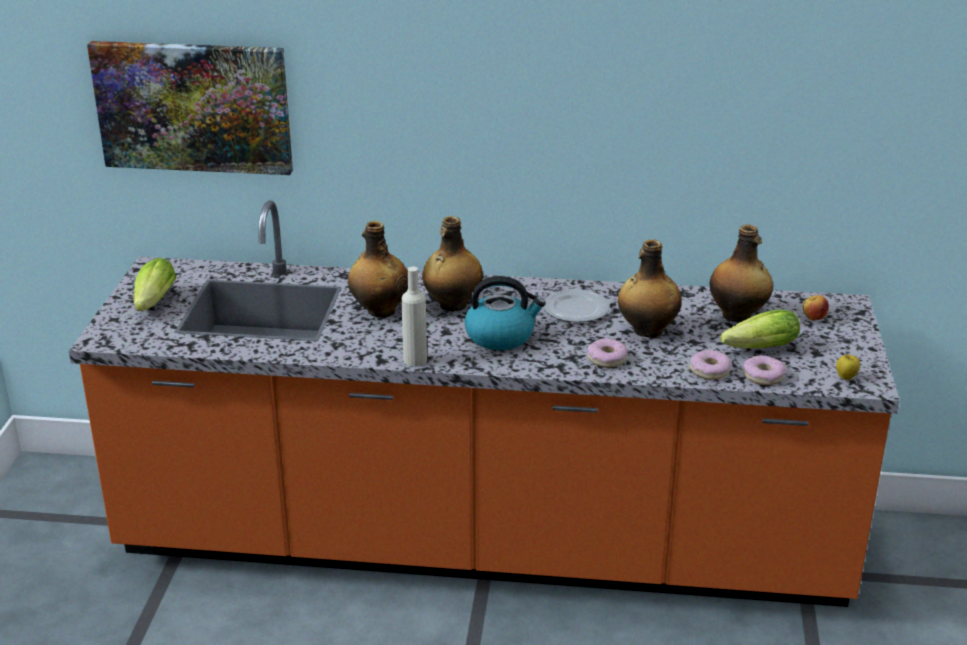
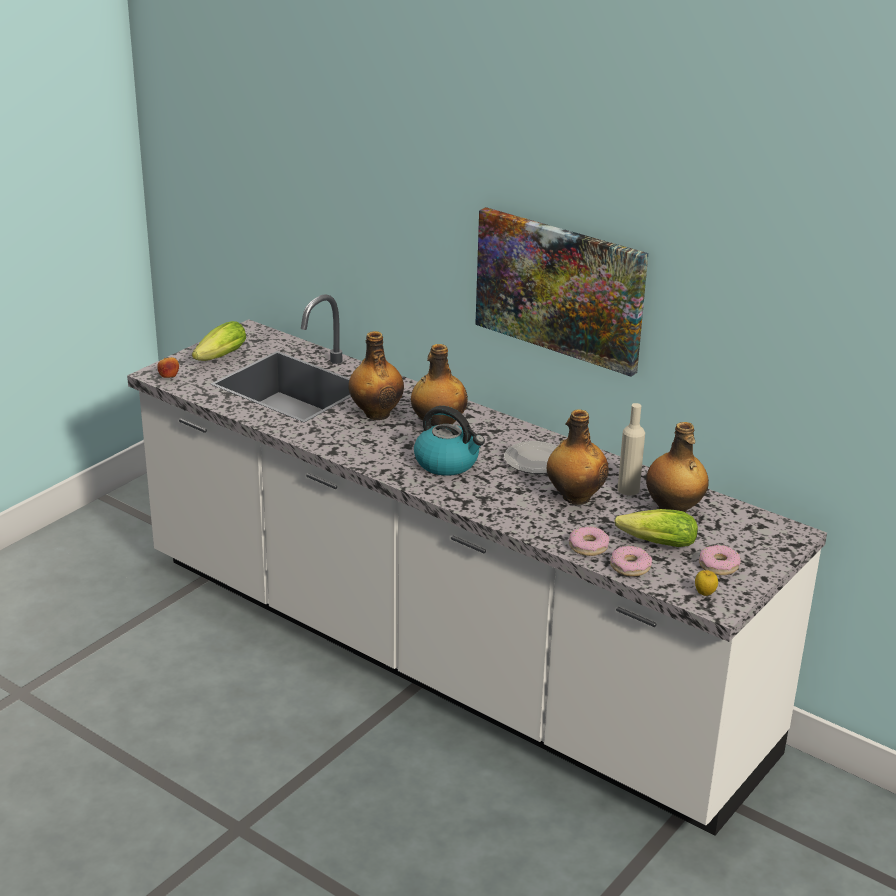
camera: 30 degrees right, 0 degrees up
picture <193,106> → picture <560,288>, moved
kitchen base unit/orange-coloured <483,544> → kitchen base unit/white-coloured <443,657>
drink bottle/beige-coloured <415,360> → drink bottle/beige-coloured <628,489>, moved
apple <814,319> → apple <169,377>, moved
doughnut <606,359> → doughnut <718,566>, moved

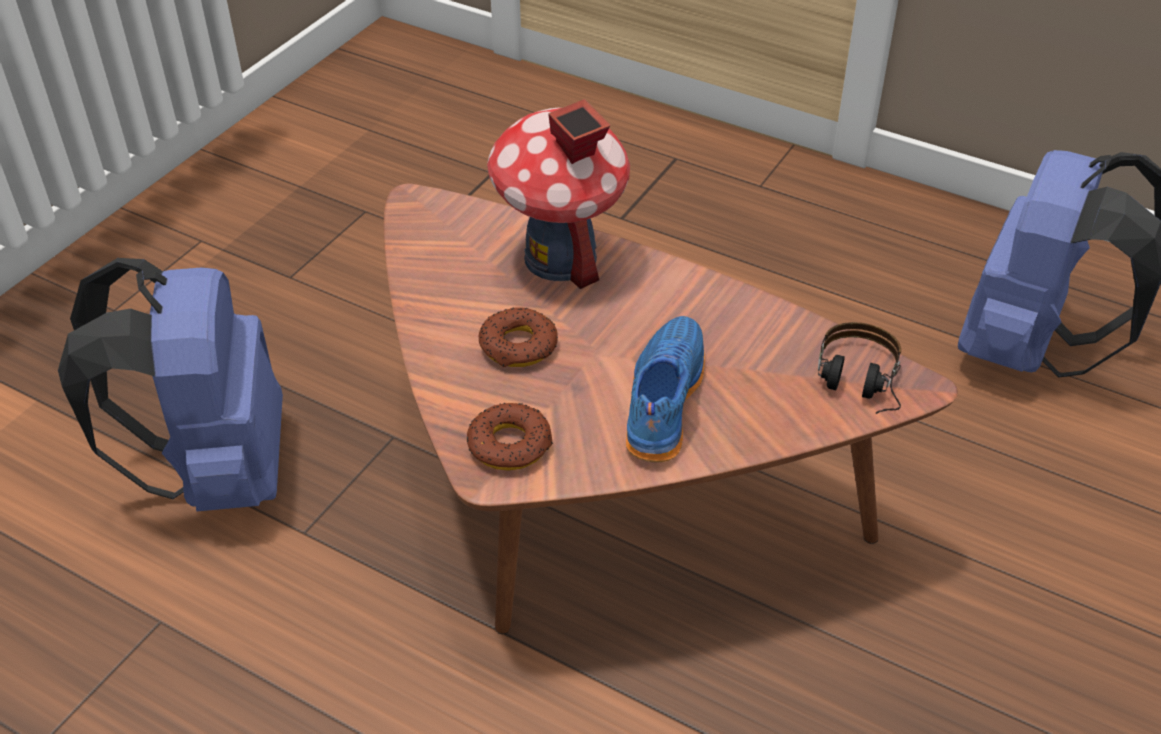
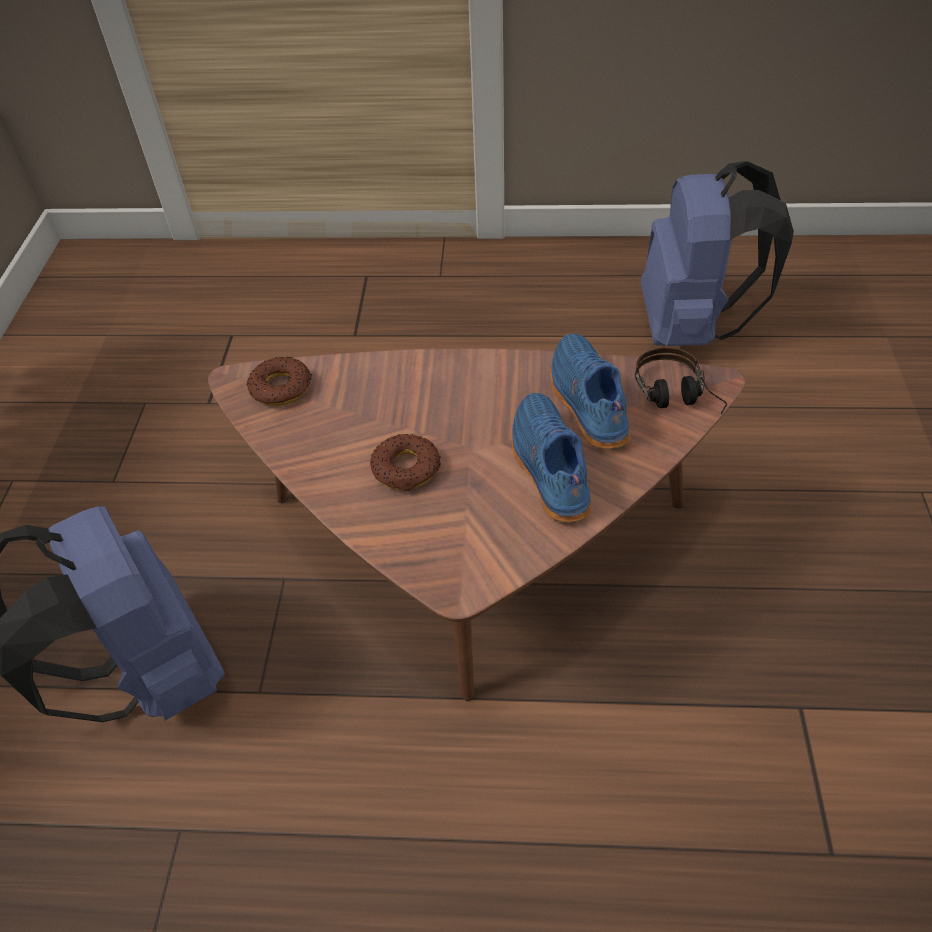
camera: 25 degrees left, 5 degrees up
miniature house <560,258> → -
doughnut <510,444> → doughnut <281,387>, moved
- → low shoe/blue-coloured <586,402>

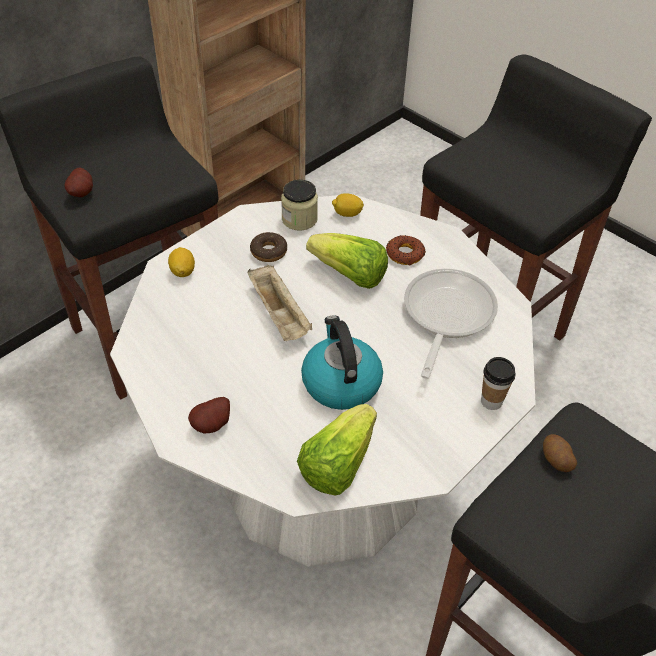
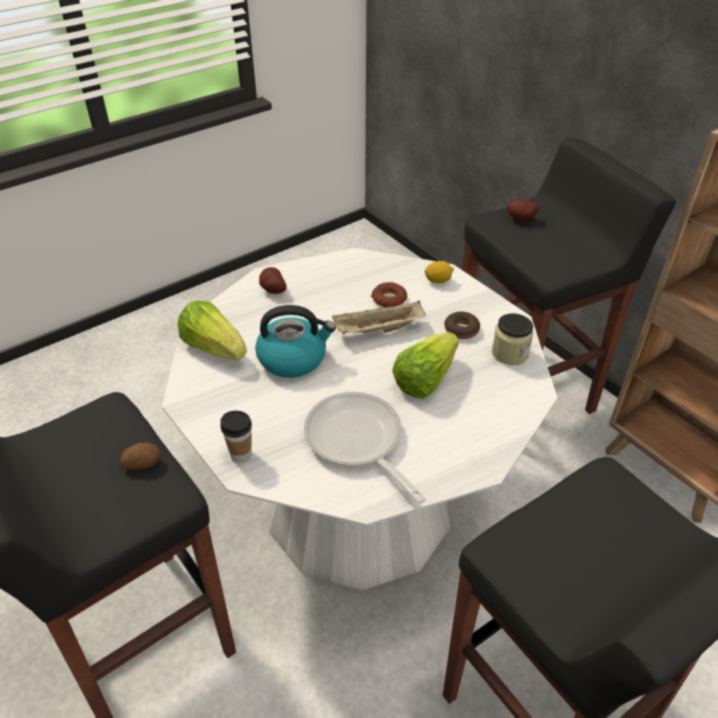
camera: 100 degrees right, 5 degrees down
lemon <347,214> → -
doughnut <405,254> → doughnut <389,299>, moved
skillet <445,316> → skillet <357,442>, 150 degrees counterclockwise

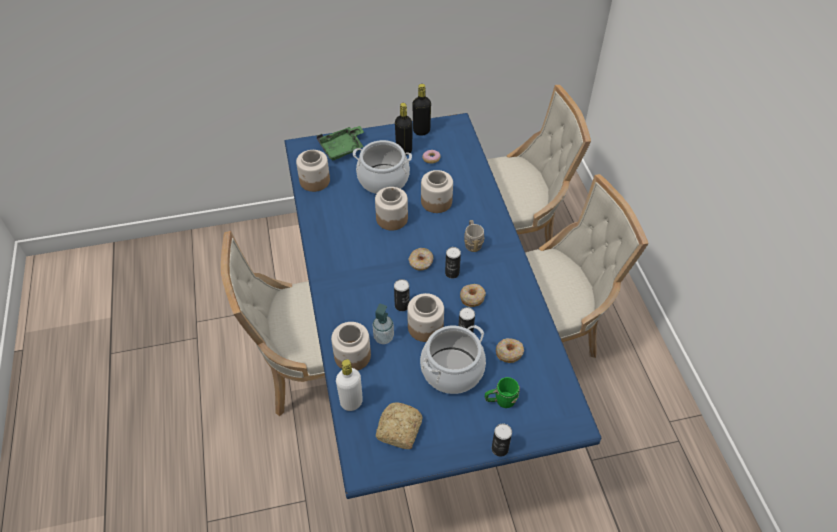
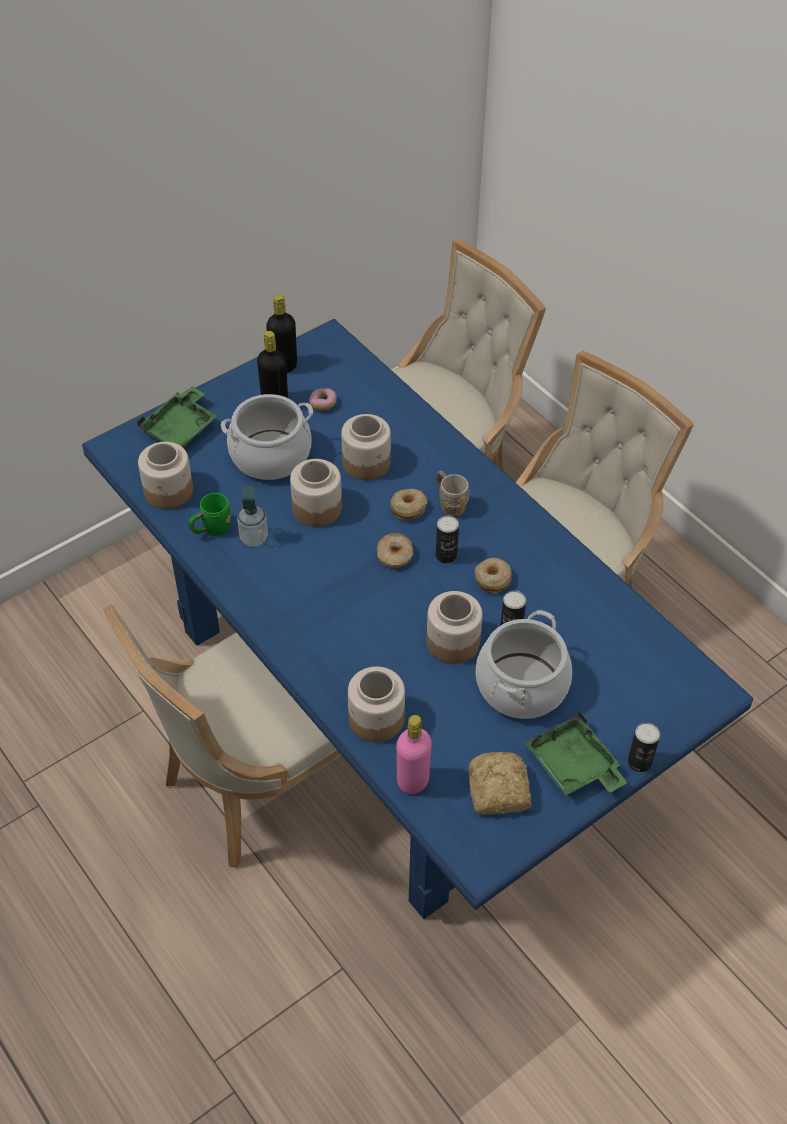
camera: 25 degrees left, 0 degrees up
metal can <402,305> → -
soap dispenser <383,337> → soap dispenser <254,538>, moved
doughnut <509,353> → doughnut <408,508>, moved
drink bottle/white-coloured <351,402> → drink bottle/pink <412,781>
tea mug/greenish <500,401> → tea mug/greenish <211,529>, moved
- → carrying tray/greenish <573,766>

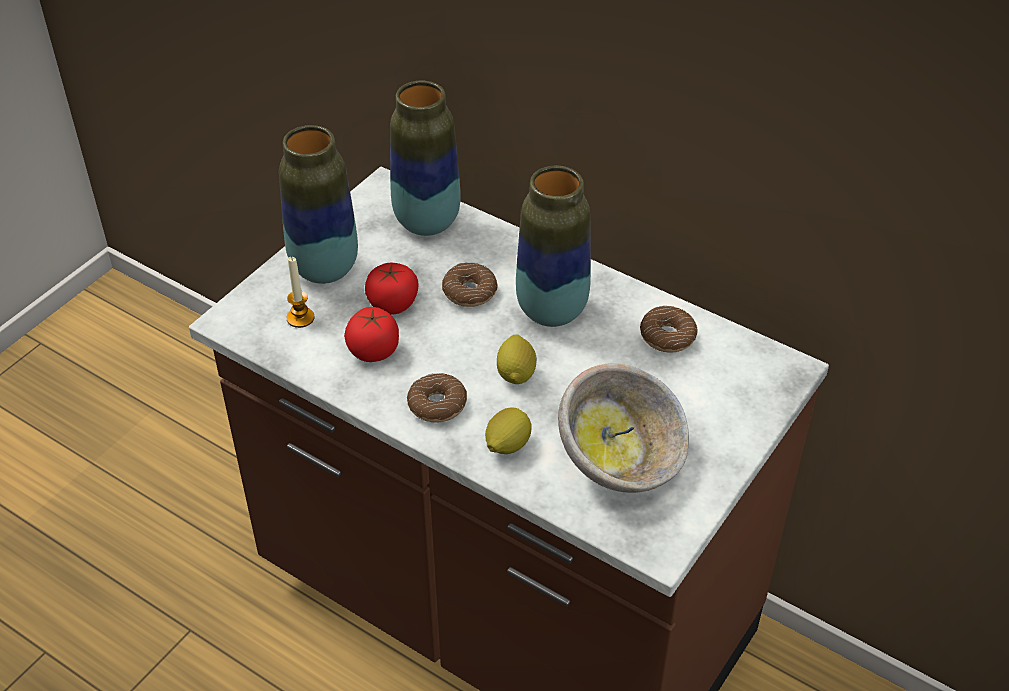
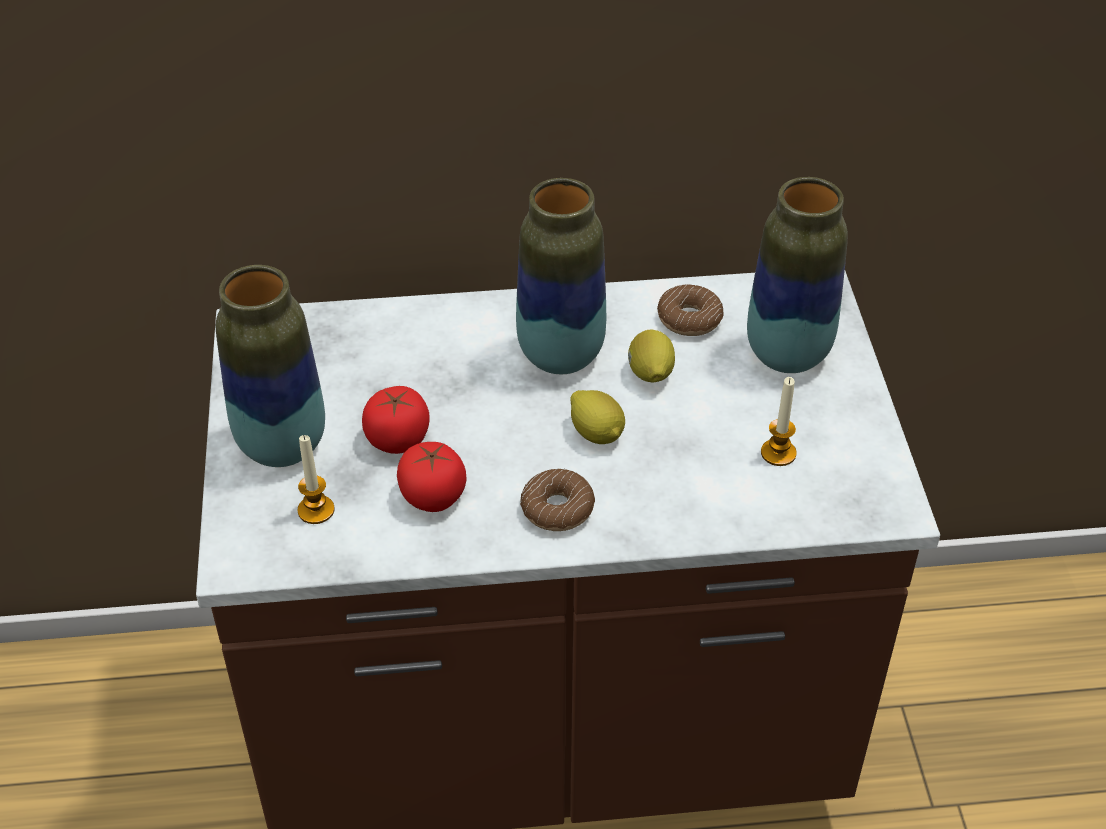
camera: 40 degrees left, 0 degrees up
decorative vase <427,222> → decorative vase <787,354>, moved
doughnut <469,292> → -
serving bowl <621,460> → wax light <778,453>
lemon <507,445> → lemon <650,374>, moved

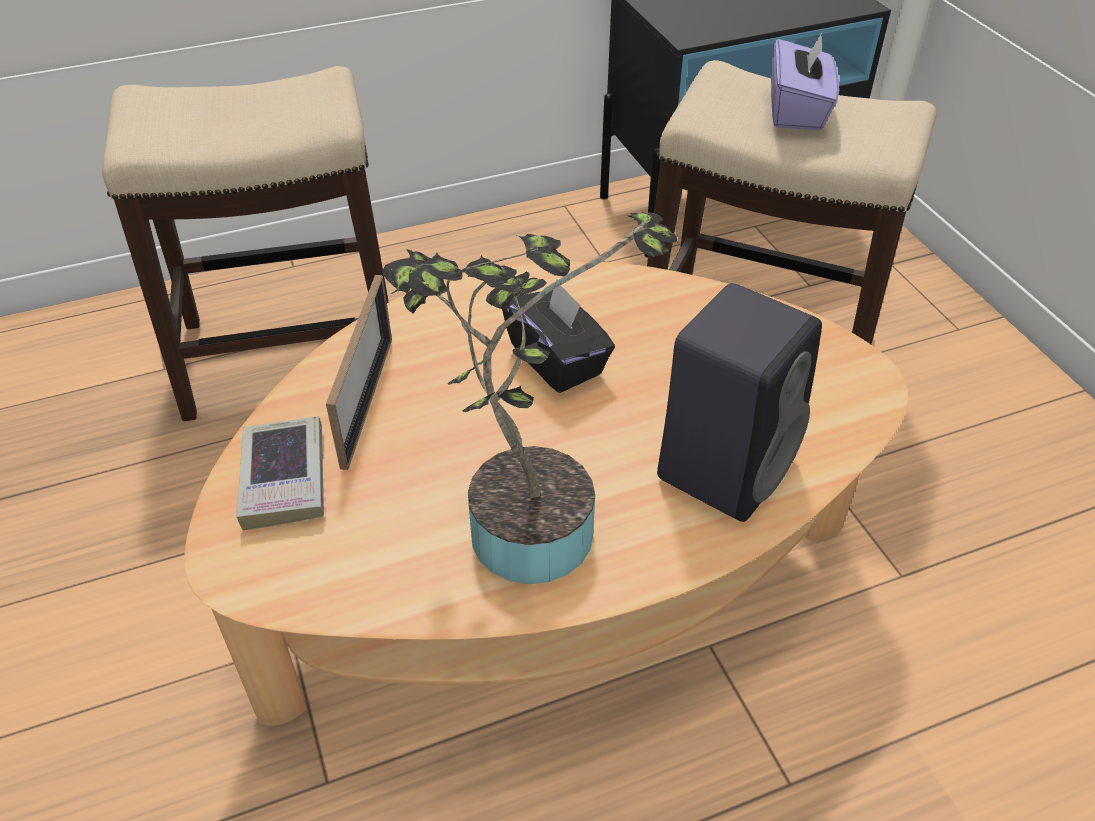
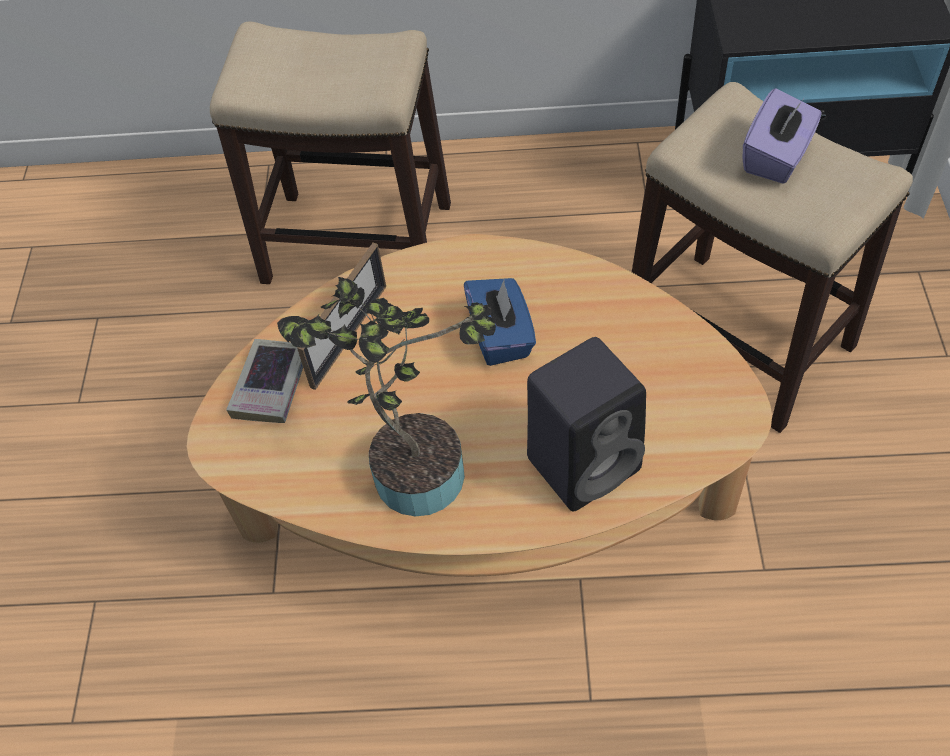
camera: 25 degrees right, 10 degrees up
tissue holder/blackish <557,360> → tissue holder/blue-coloured <501,336>

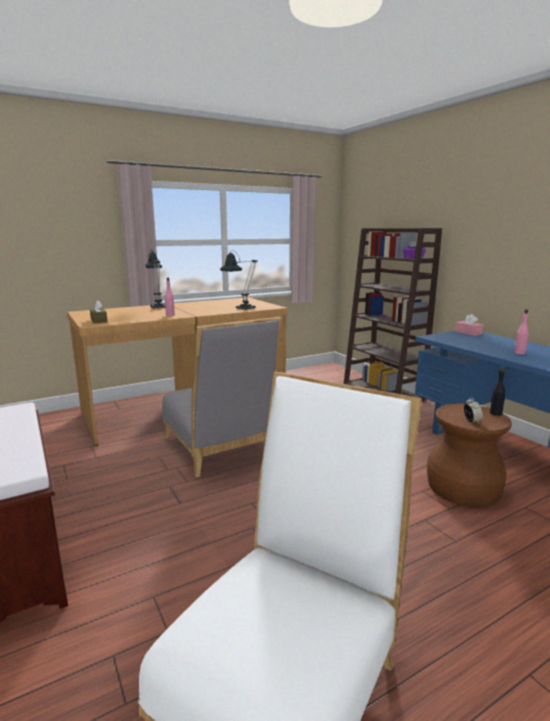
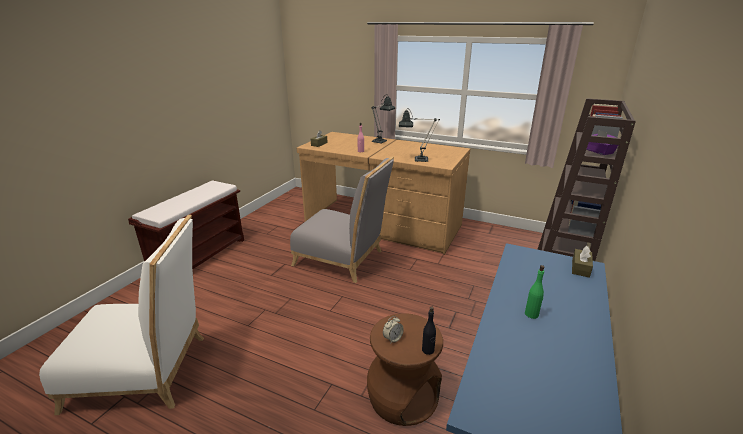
camera: 55 degrees right, 10 degrees up
drink bottle/pink <519,353> → drink bottle/greenish <531,314>
tissue holder/pink <468,333> → tissue holder/brown-coloured <580,268>
plain chair/grey <220,449> → plain chair/grey <343,259>, 90 degrees counterclockwise

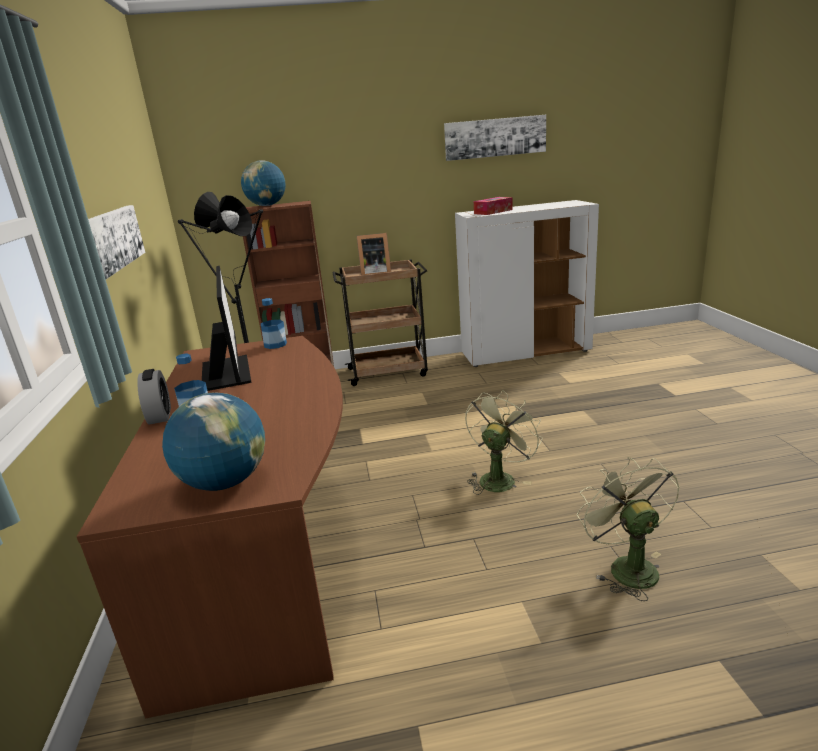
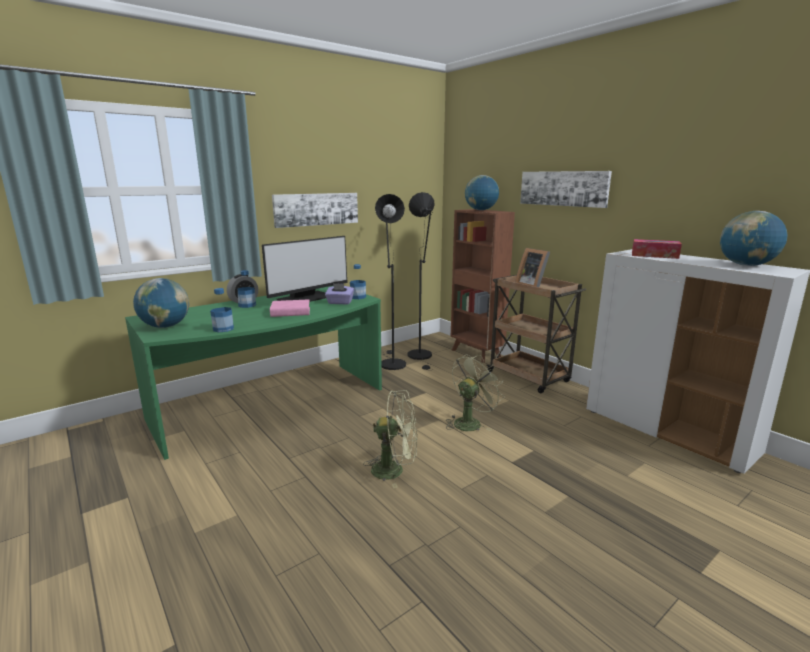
camera: 60 degrees right, 5 degrees down
picture <495,137> → picture <563,188>, moved
desk unit/brown-coloured <269,546> → desk unit/greenish <273,406>
cooling fan/greenish <626,566> → cooling fan/greenish <470,422>, moved
- → world globe <746,265>
- → tissue holder/purple-coloured <340,302>
- → drink bottle <223,329>
- → book/pink <290,312>

